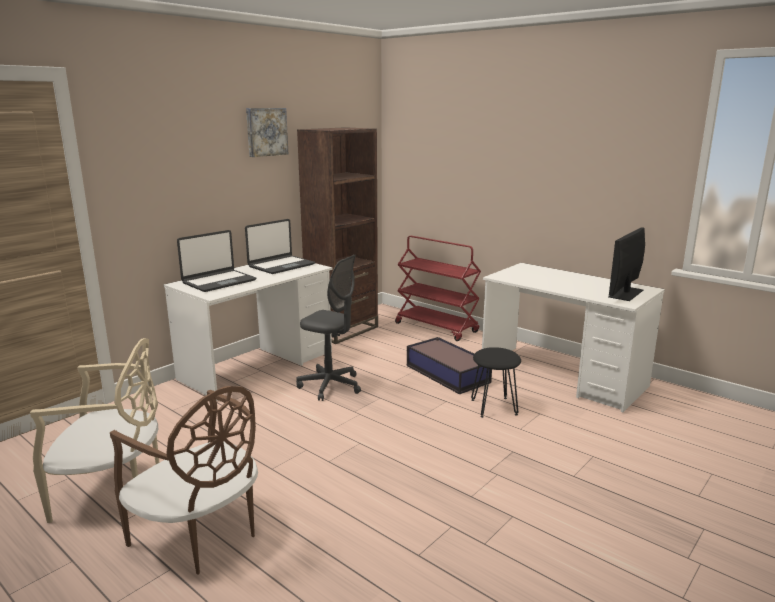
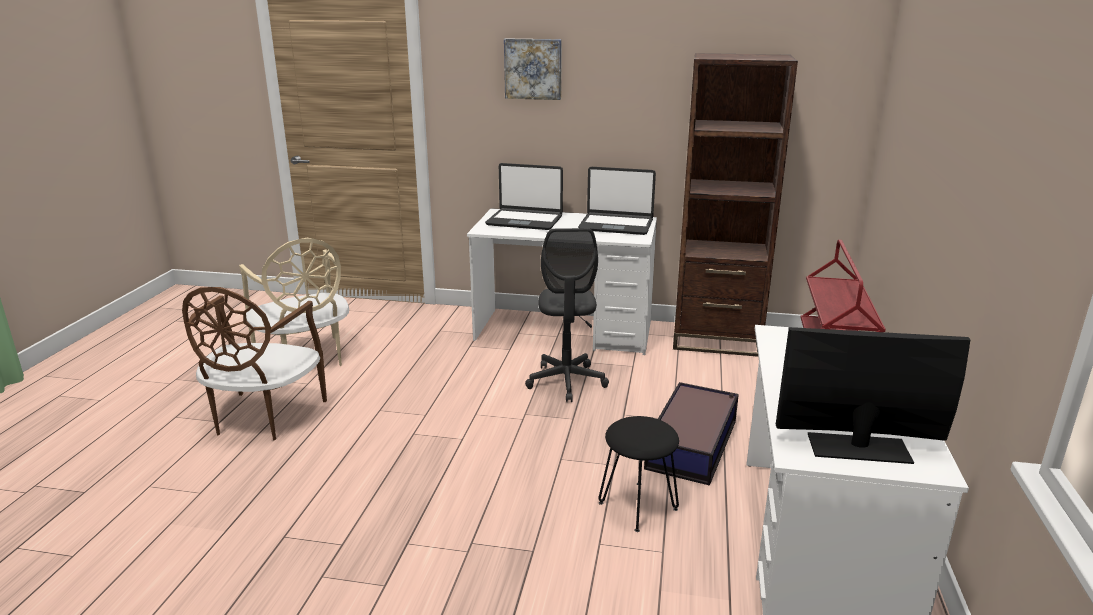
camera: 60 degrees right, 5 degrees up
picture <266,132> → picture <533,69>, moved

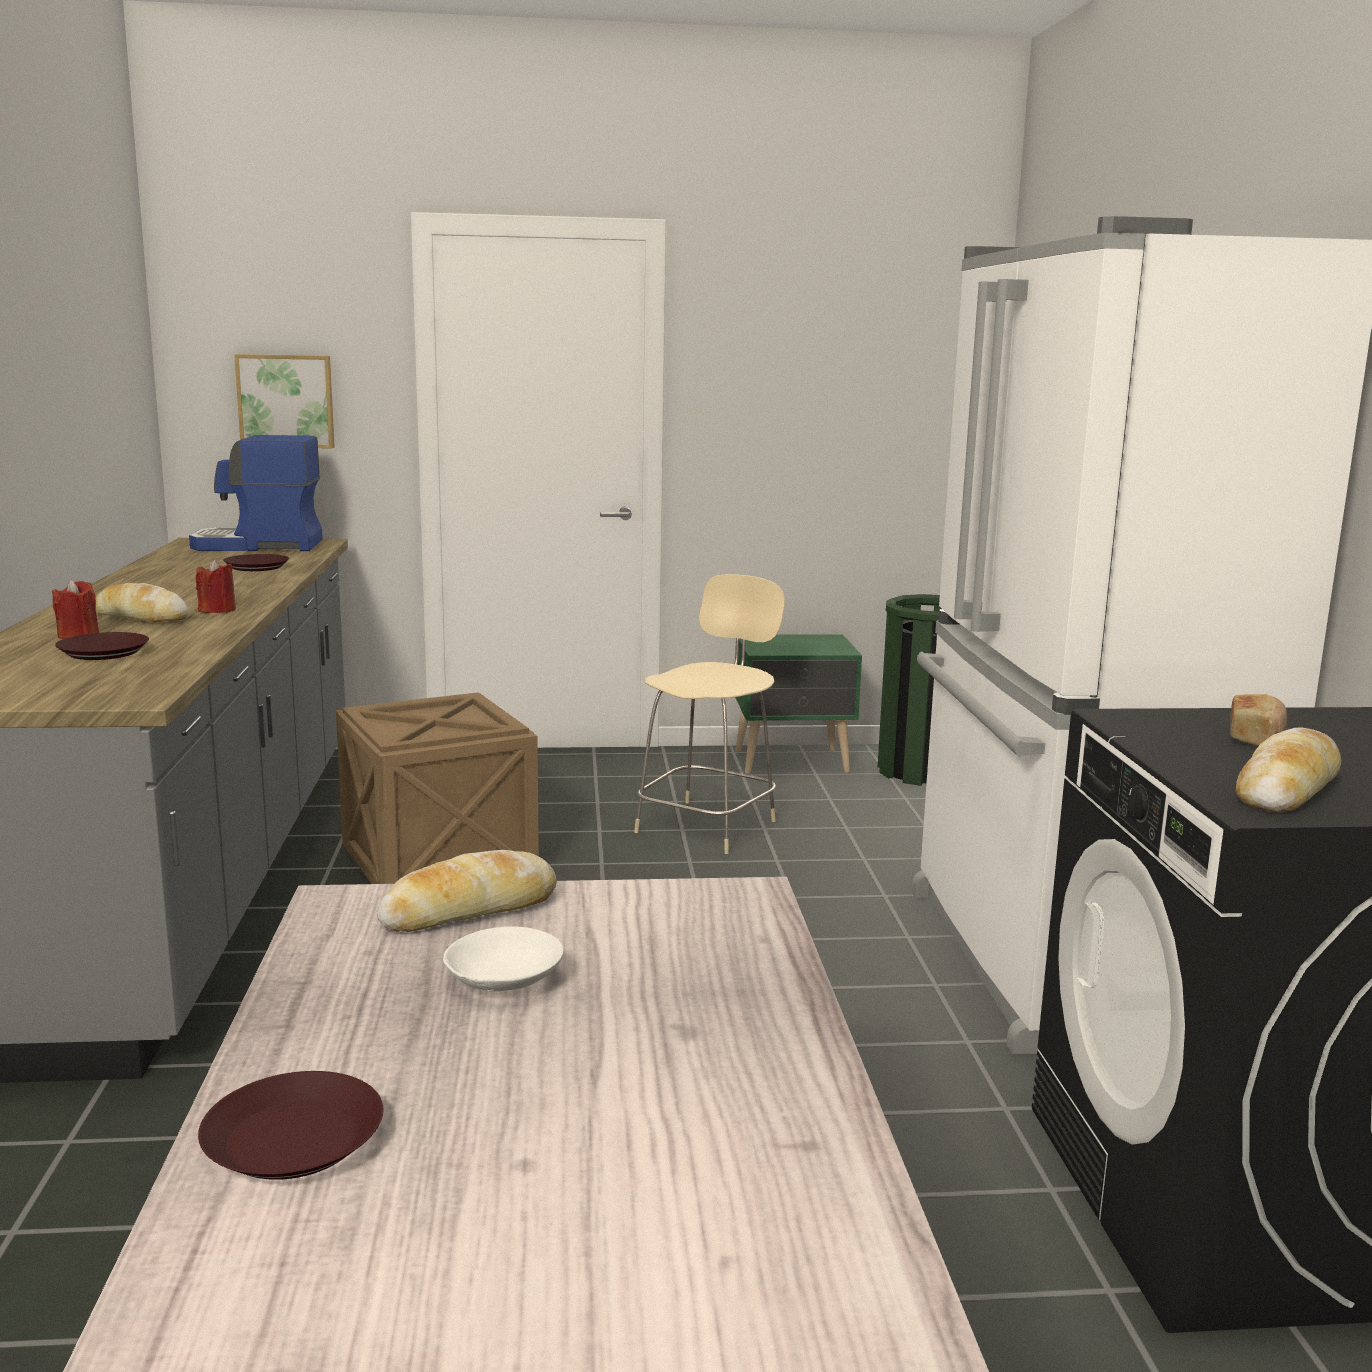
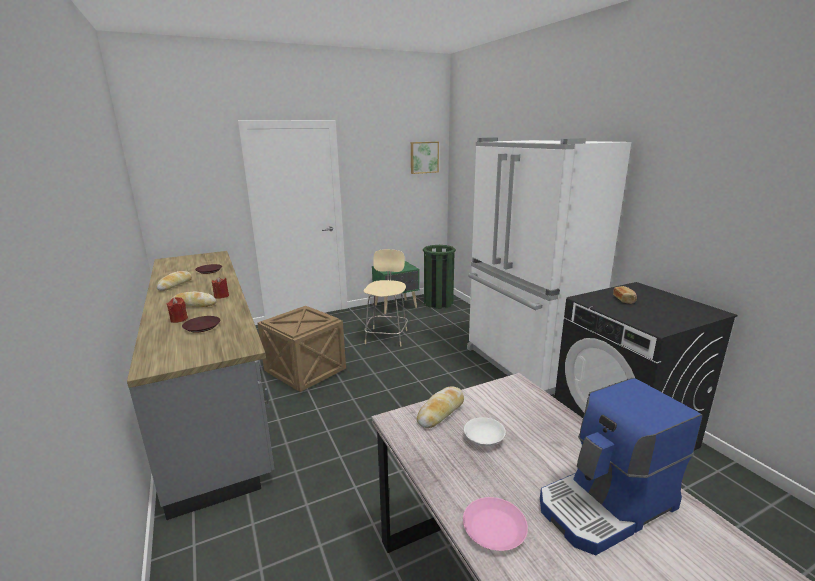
camera: 20 degrees left, 5 degrees up
picture <286,401> → picture <424,157>, moved
coffee brewer <258,546> → coffee brewer <607,506>, moved
bakery bread <1286,788> → bakery bread <175,285>, moved
dinner plate/brown-coloured <292,1141> → dinner plate/pink <494,529>

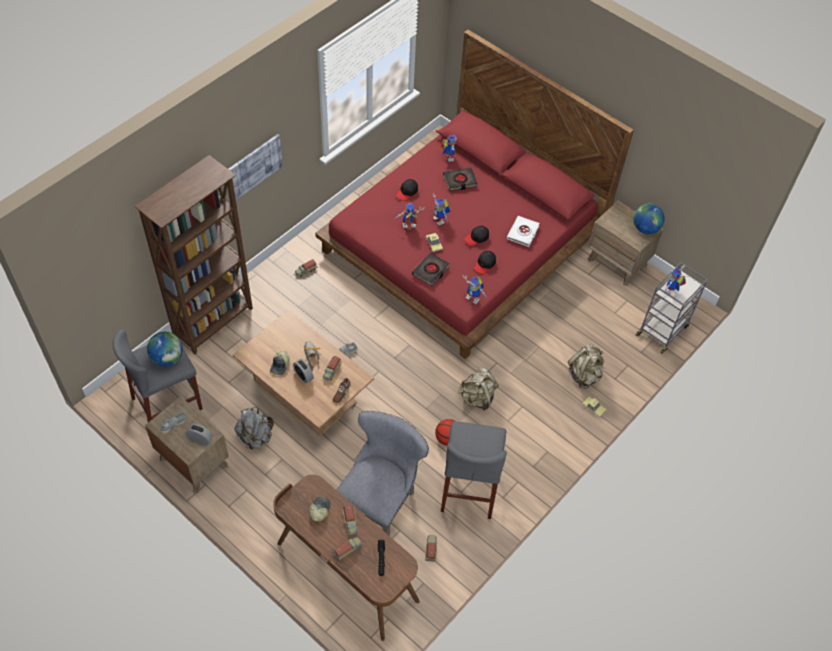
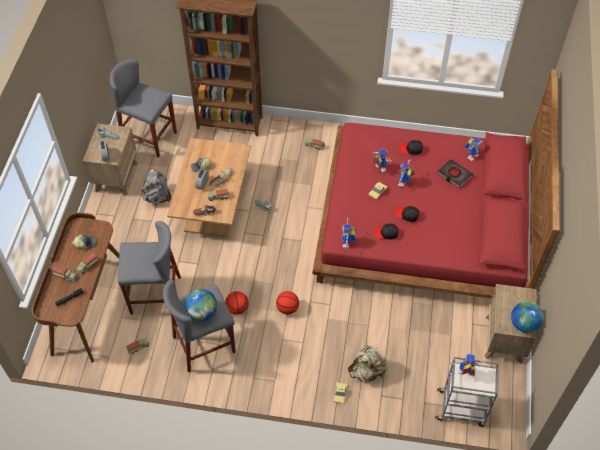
camera: 60 degrees right, 0 degrees up
picture <254,166> → -
book/white-coloured <523,233> → -
book/blackish <431,271> → -
world globe <167,358> → world globe <202,312>, moved
knapsack/beige-coloured <477,398> → ball for basketball <287,308>
plain chair/grey <379,502> → stool seat/grey <155,295>

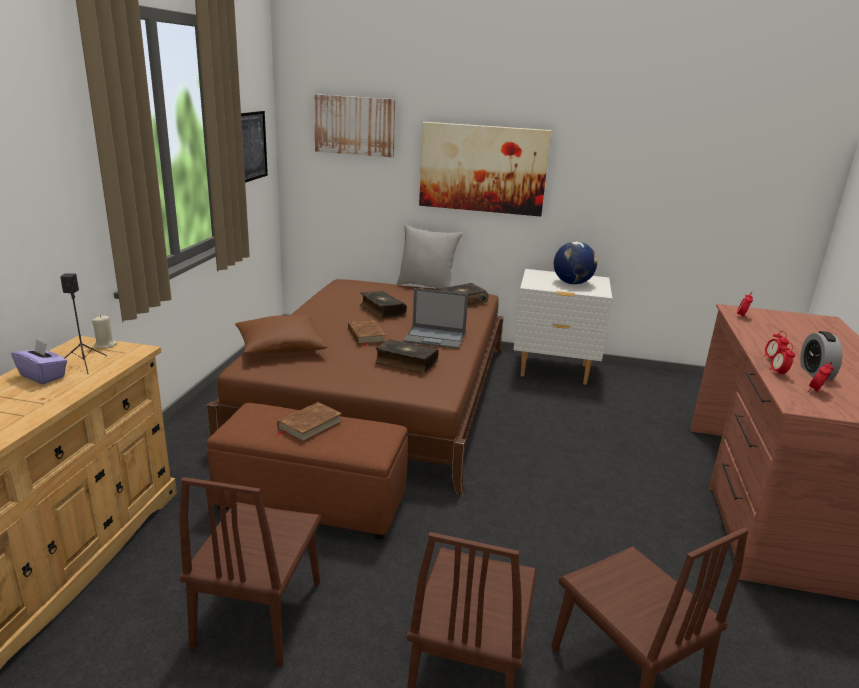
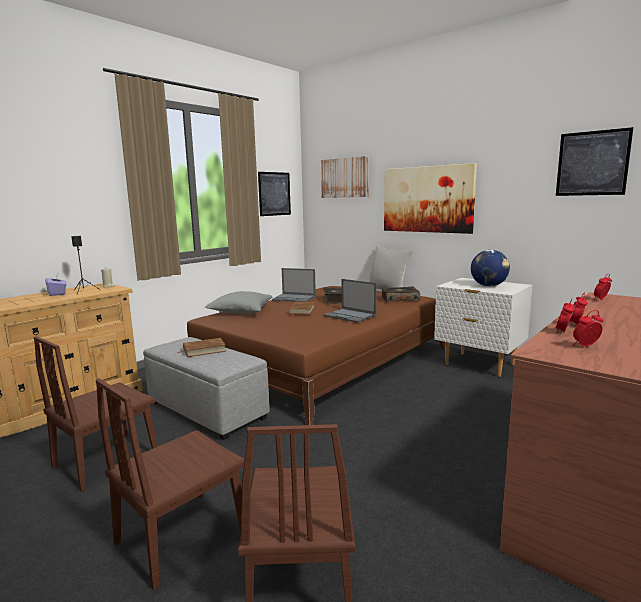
camera: 30 degrees right, 10 degrees down
throw pillow/brown-coloured <280,347> → throw pillow/grey <241,312>
alarm clock <815,373> → -
book <406,363> → -
footrest/brown-coloured <313,503> → footrest/grey <207,410>
- → picture <592,163>
- → portable computer <294,298>

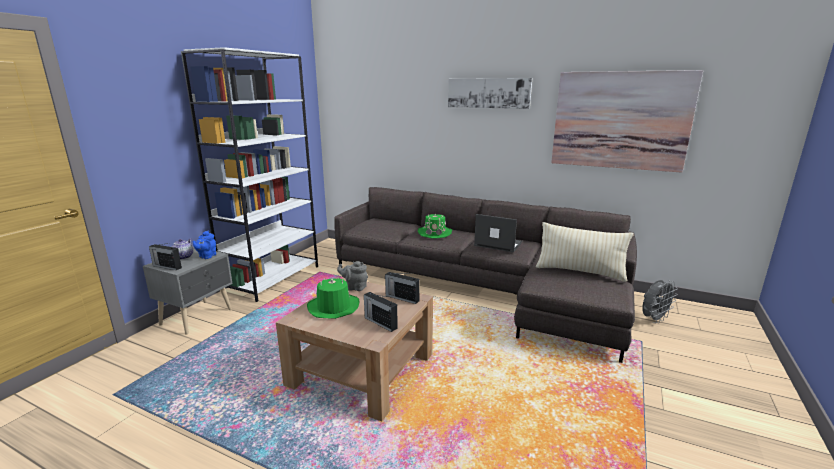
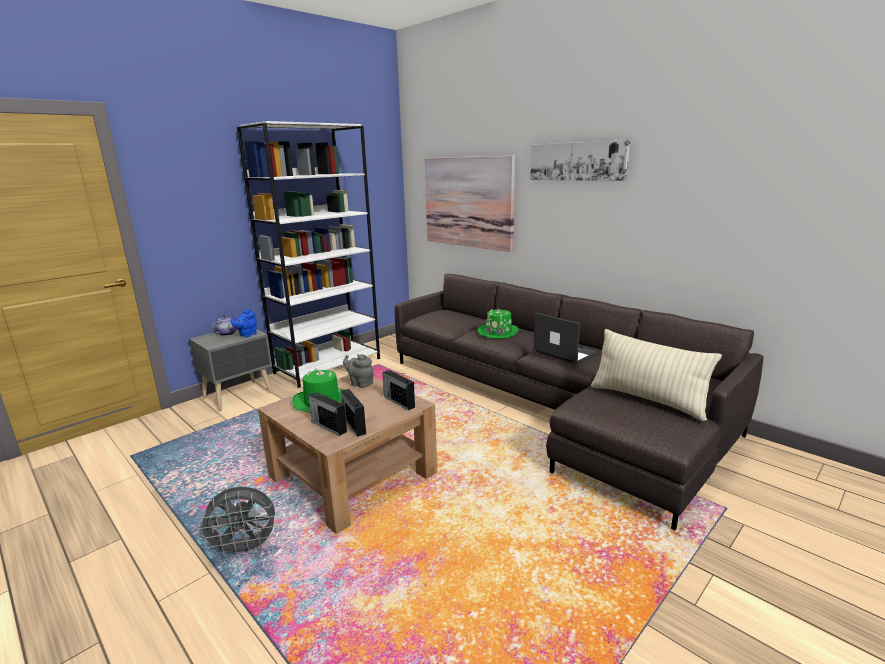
camera: 20 degrees right, 0 degrees up
picture <620,120> → picture <468,202>, moved
radio receiver <167,266> → radio receiver <328,426>, moved
cooling fan/grey <654,319> → cooling fan/grey <245,549>, moved

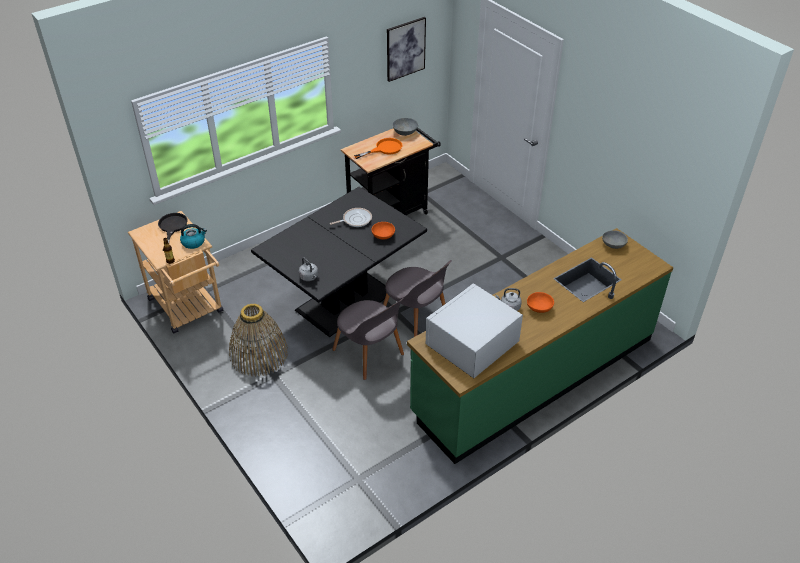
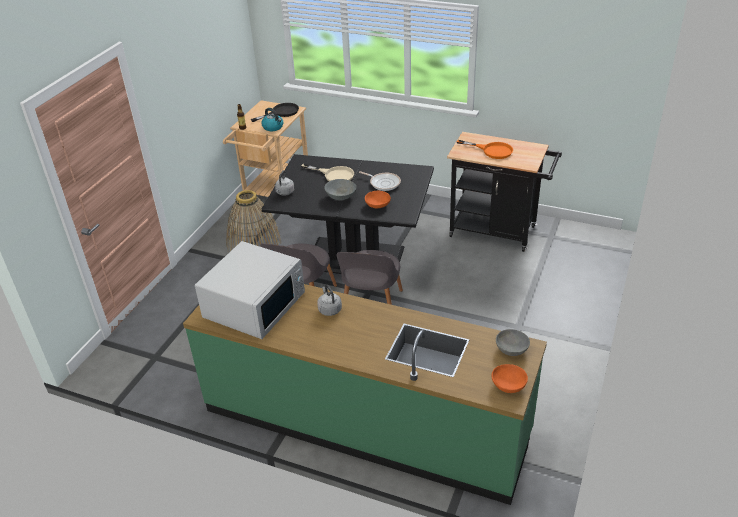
camera: 60 degrees right, 5 degrees down
picture <405,49> → -
serving bowl/grey <405,132> → serving bowl/grey <340,196>, moved
microwave oven/white-coloured <471,344> → microwave oven/white-coloured <255,305>, 105 degrees clockwise
serving bowl/orange-coloured <539,307> → serving bowl/orange-coloured <509,385>, moved
- → skillet/beige-coloured <334,175>

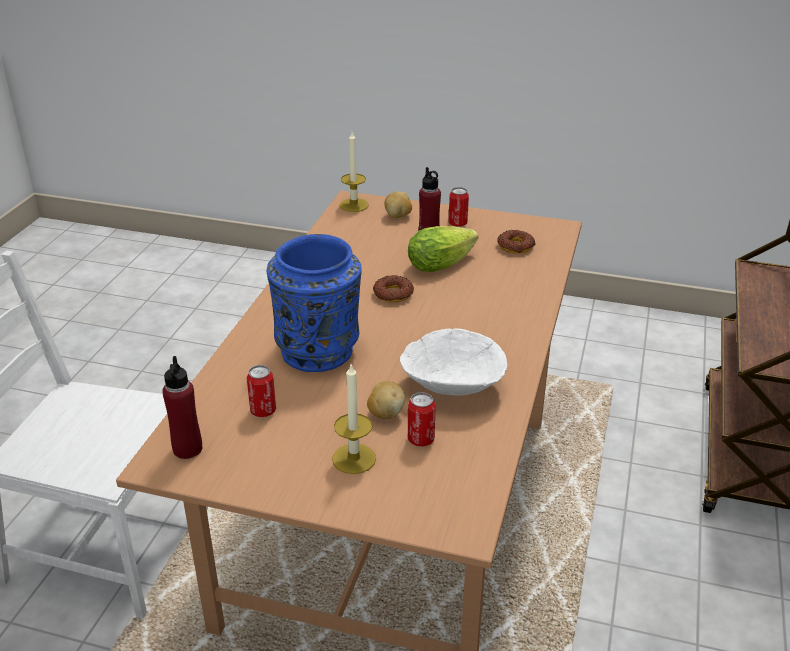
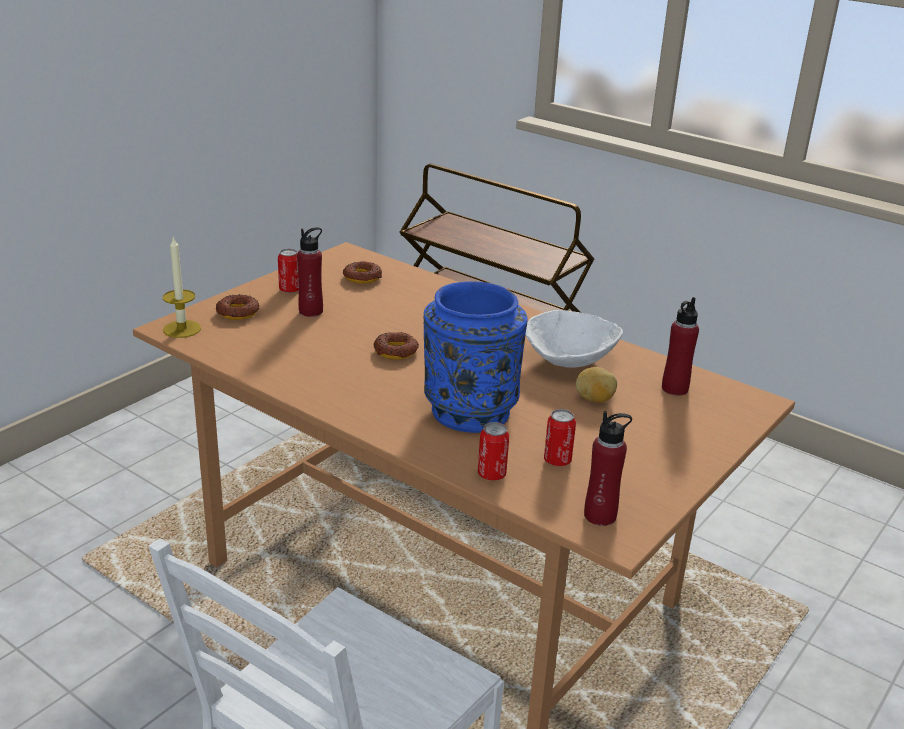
camera: 70 degrees left, 5 degrees down
potato <398,216> → doughnut <237,312>
lettuce head <444,262> → -
wax light <354,458> → -
metal can <421,439> → metal can <491,474>, moved
- → drink bottle/red-coloured <674,388>

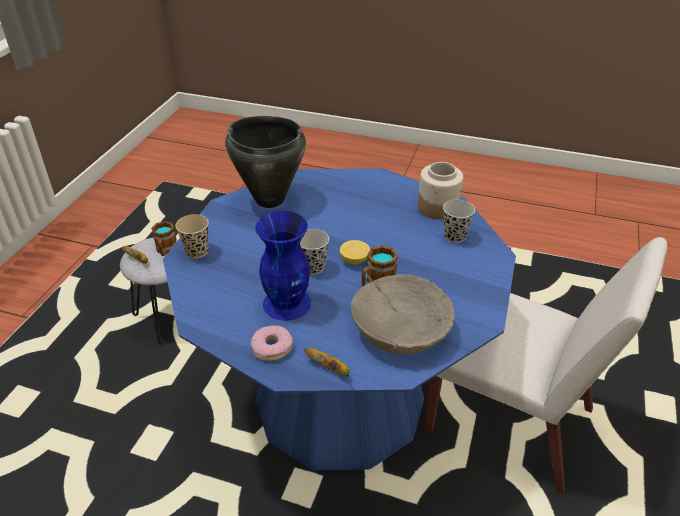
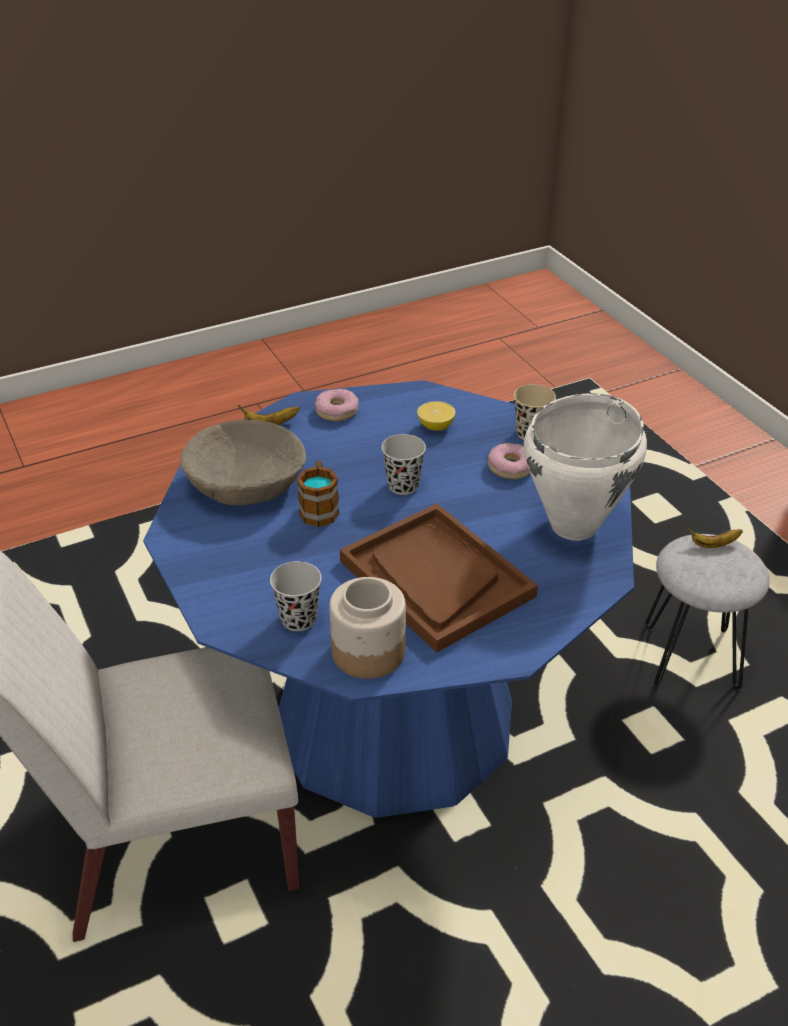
camera: 135 degrees right, 0 degrees up
stockpot/blackish <269,199> → stockpot/white-coloured <575,526>
decorative vase/blue-coloured <287,304> → -
tea mug <166,250> → -
lemon <354,260> → lemon <435,426>, moved
- → doughnut <510,467>
- → carrying tray/brown-coloured <435,578>

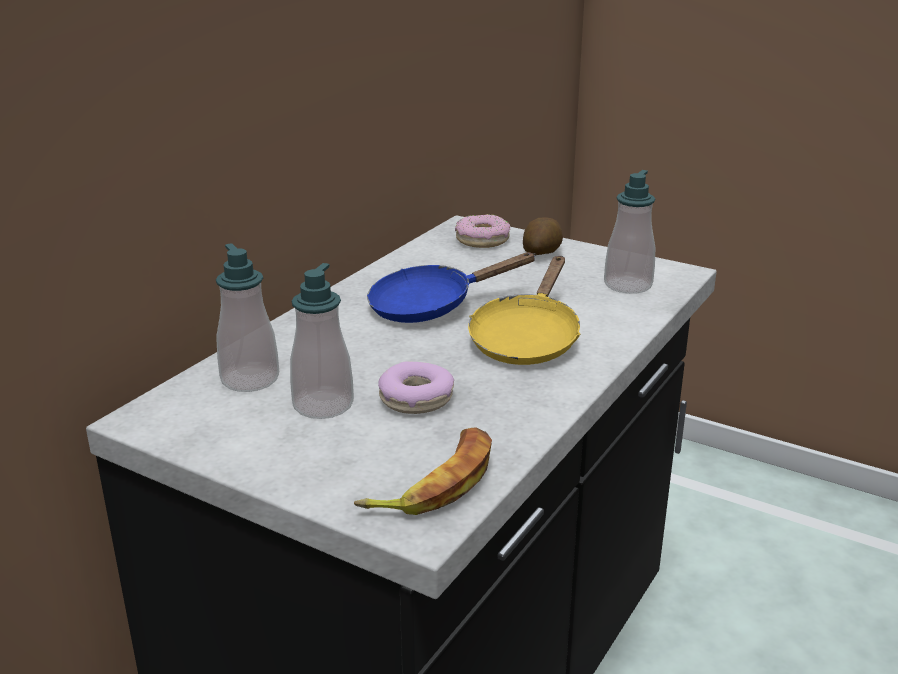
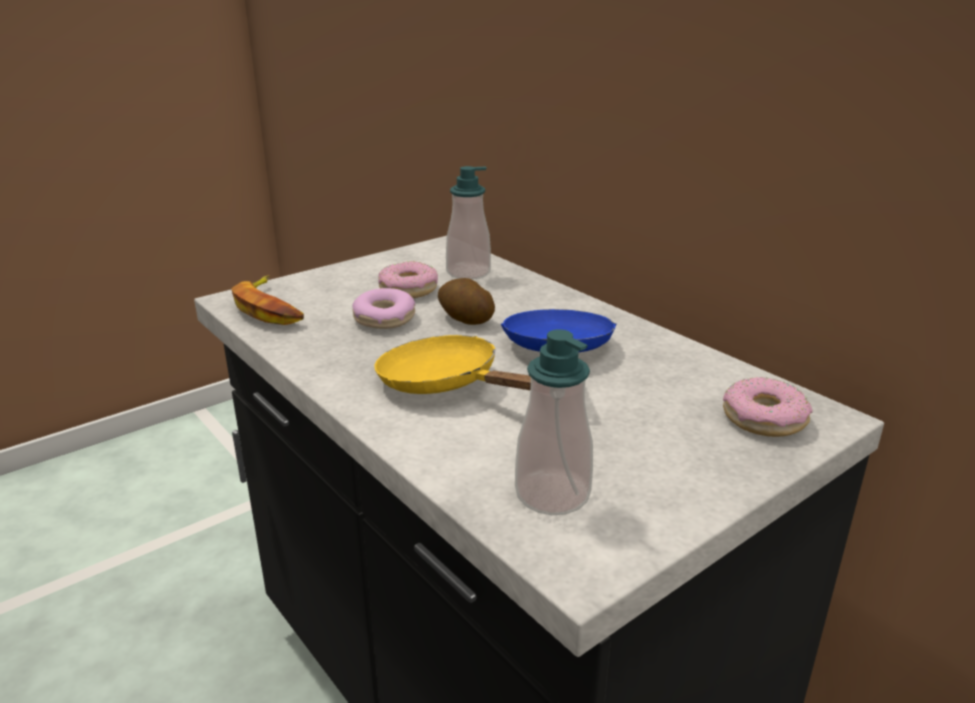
camera: 110 degrees right, 0 degrees up
potato <542,253> → potato <465,319>, moved
soap dispenser <323,405> → doughnut <408,289>

